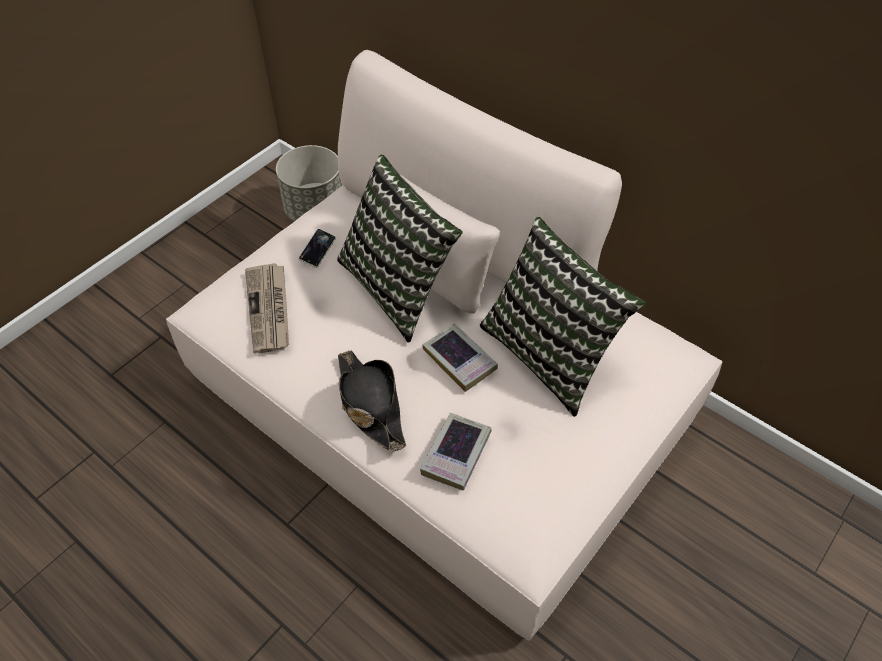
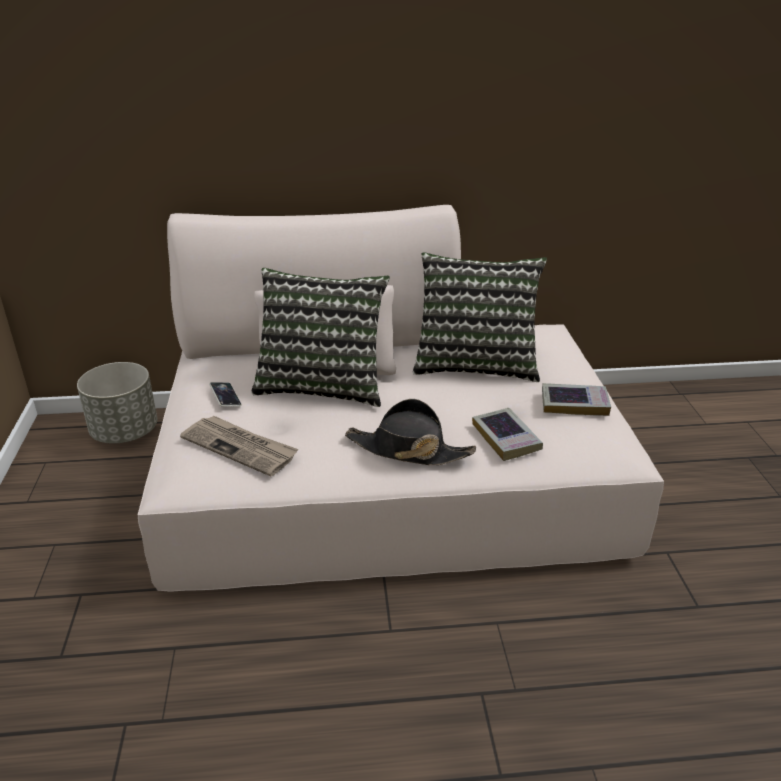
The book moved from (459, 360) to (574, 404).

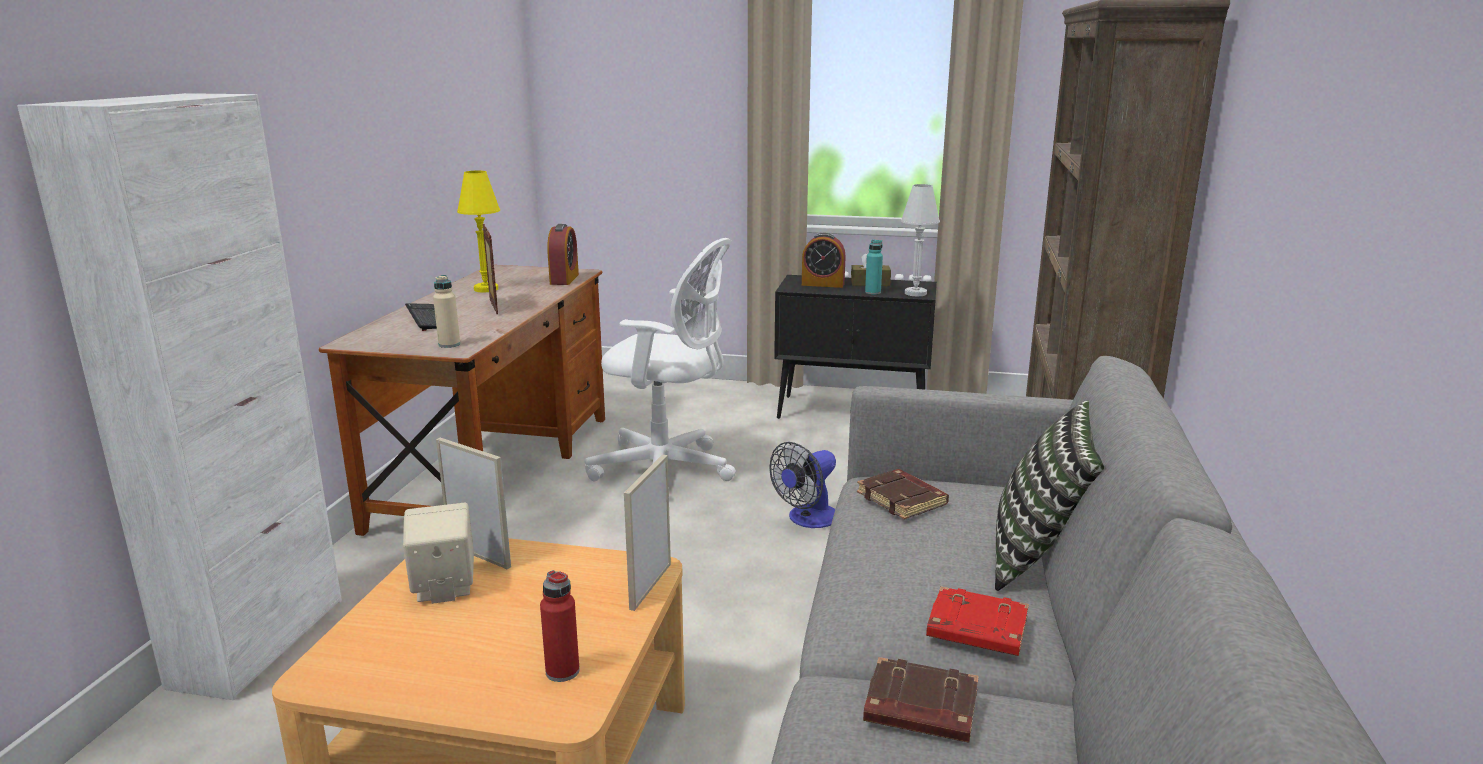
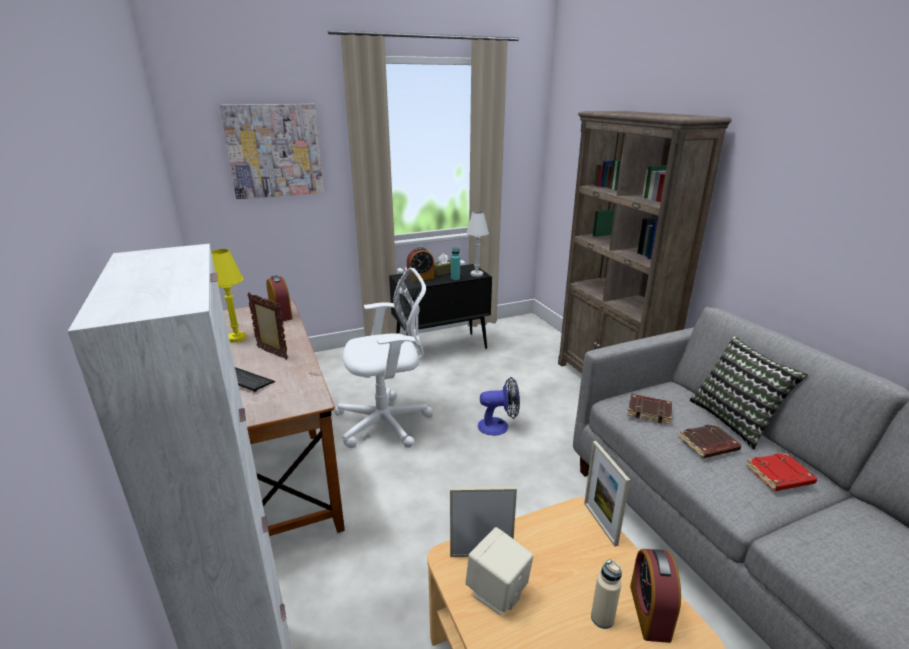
The picture at (274, 151) appeared.
The bottle in sand-coloured moved from (449, 344) to (602, 618).
The book in brown-coloured moved from (919, 709) to (708, 445).
The bottle in reddish at (562, 671) was replaced by the bedside clock at (649, 612).
The cooling fan at (807, 519) turned 105 degrees counterclockwise.

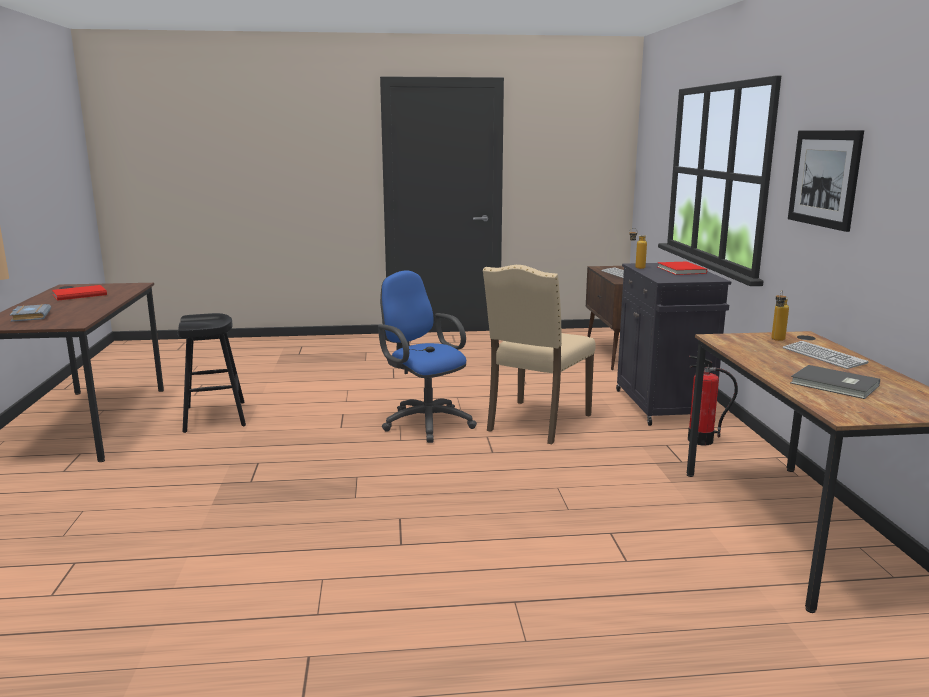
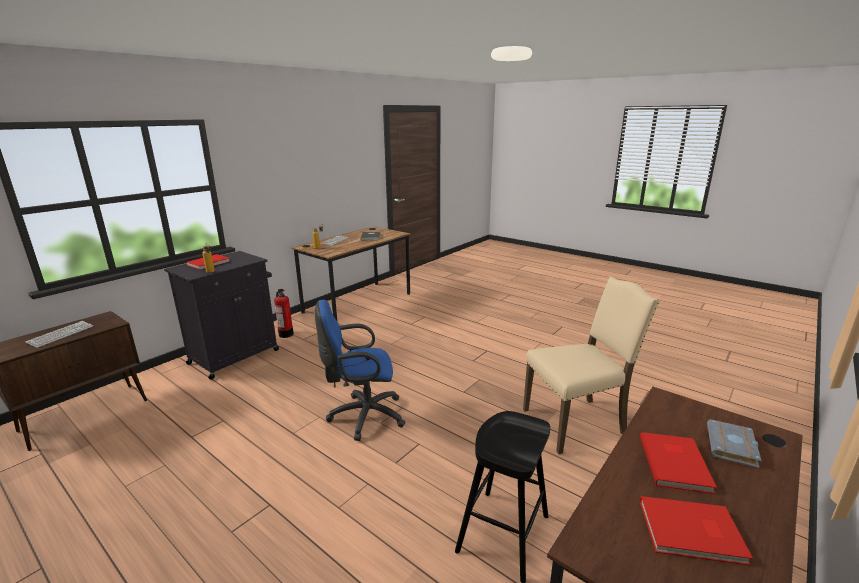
The picture at (824, 178) disappeared.
The book in reddish at (676, 463) appeared.
The chair in sand-coloured moved from (536, 423) to (576, 422).
The office chair in blue at (424, 422) turned 75 degrees clockwise.

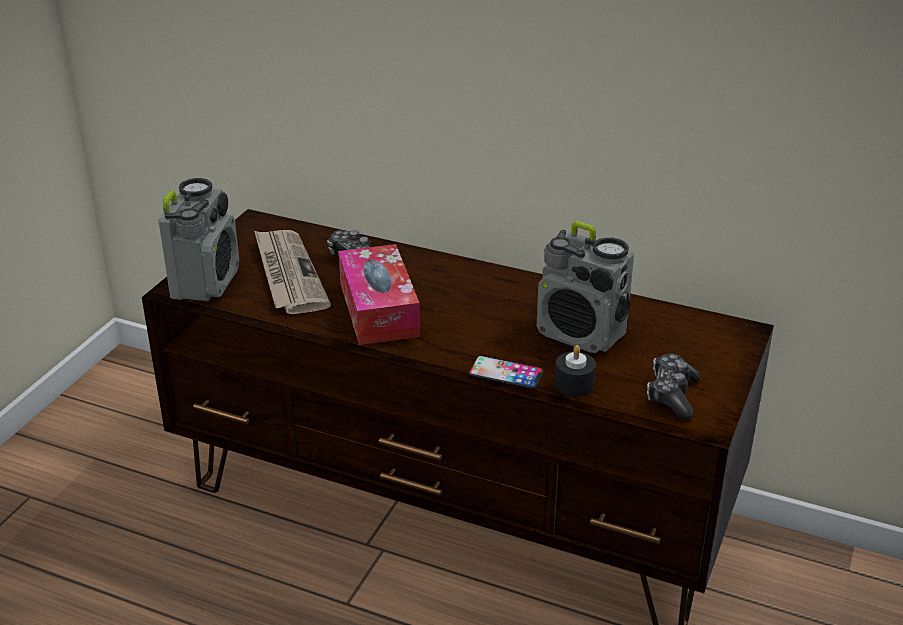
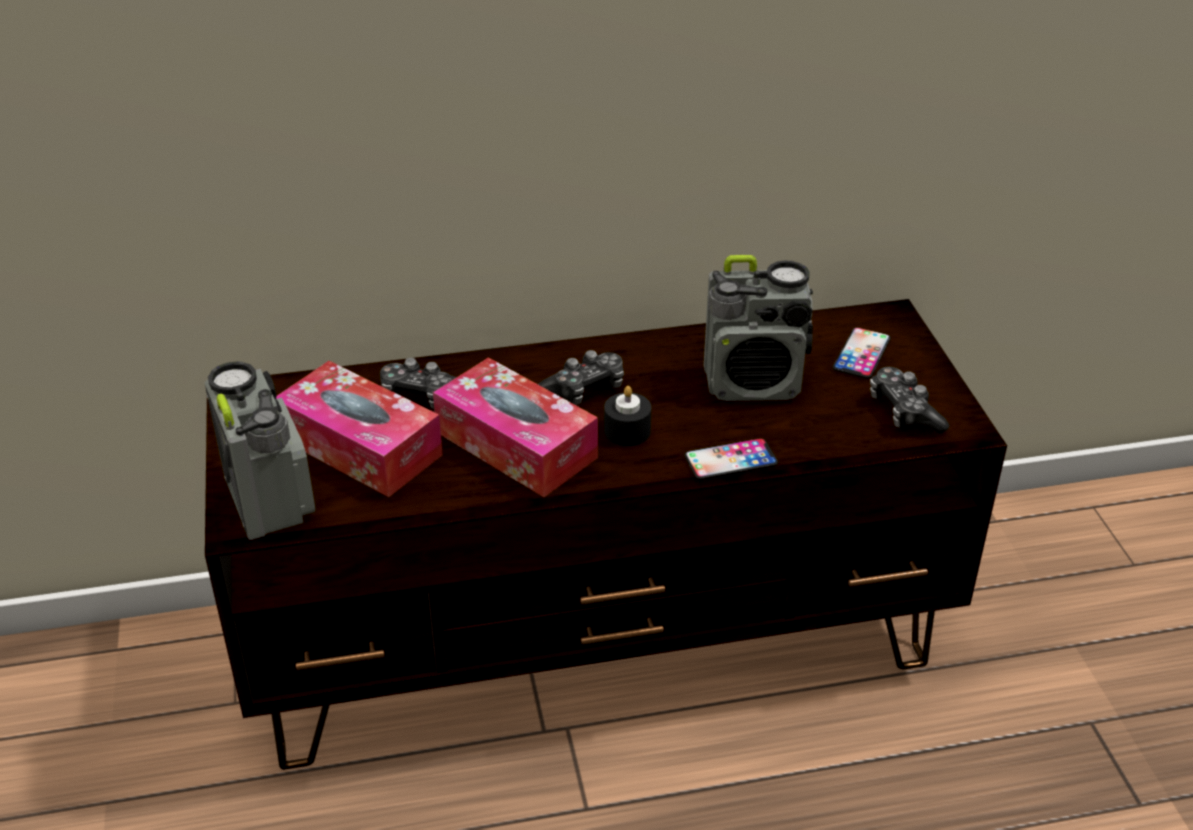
The game controller at (585, 389) appeared.
The handset at (861, 353) appeared.
The candle in blackish moved from (574, 384) to (627, 431).
The daily paper at (288, 274) was replaced by the tissue holder at (360, 446).

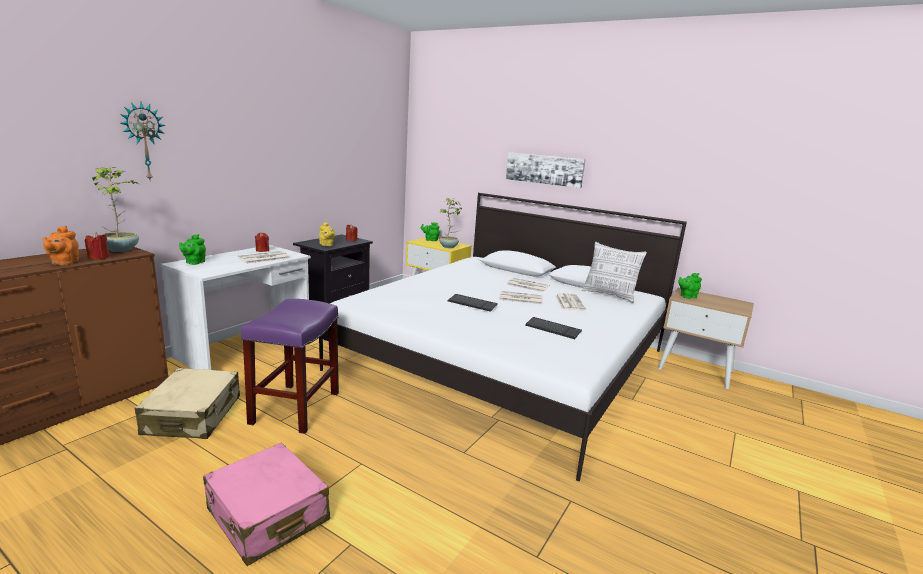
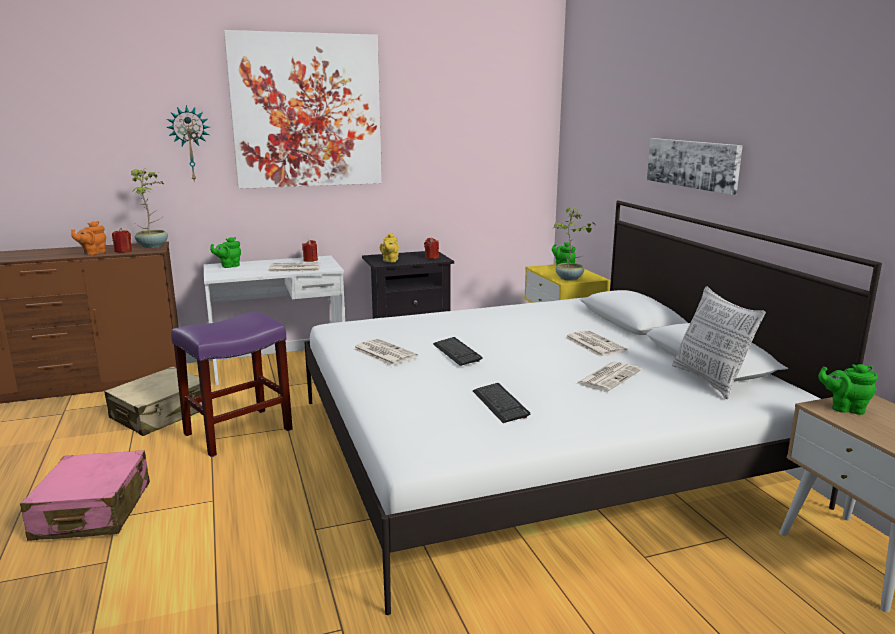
The picture at (307, 111) appeared.
The daily paper moved from (520, 298) to (383, 353).

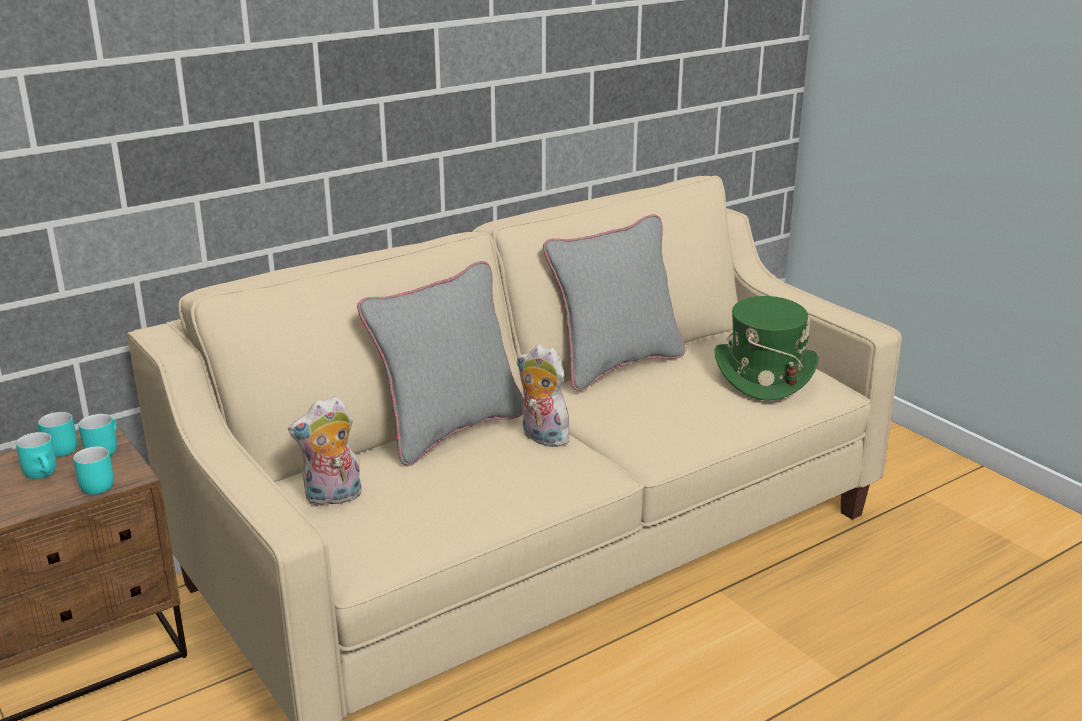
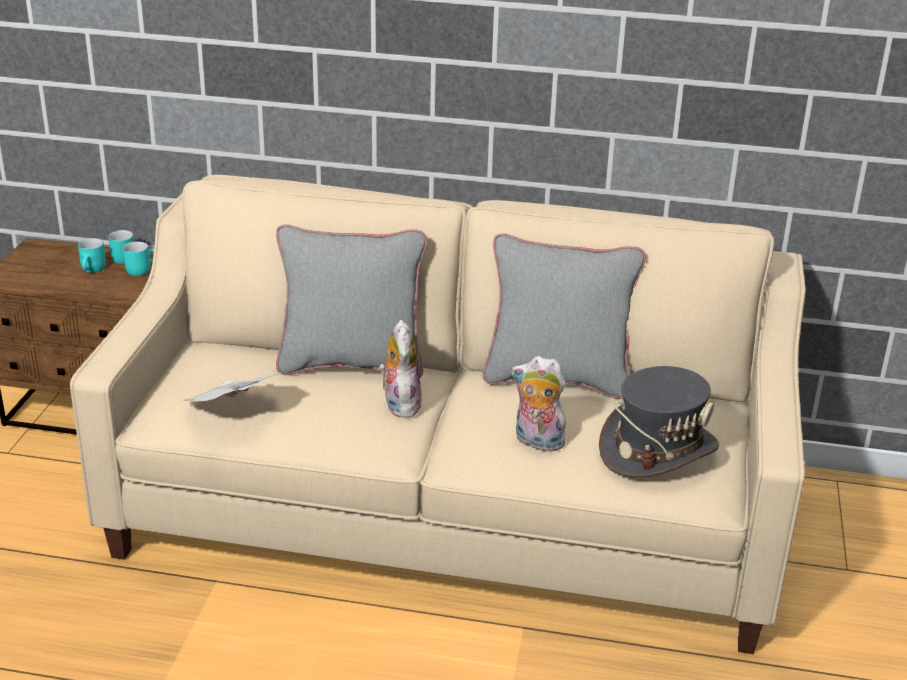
The tea mug in turquoise-coloured at (96, 484) disappeared.
The daily paper at (232, 410) appeared.
The plush toy moved from (332, 498) to (536, 442).
The clothing hat in green at (763, 374) became the clothing hat in greyish at (657, 450).

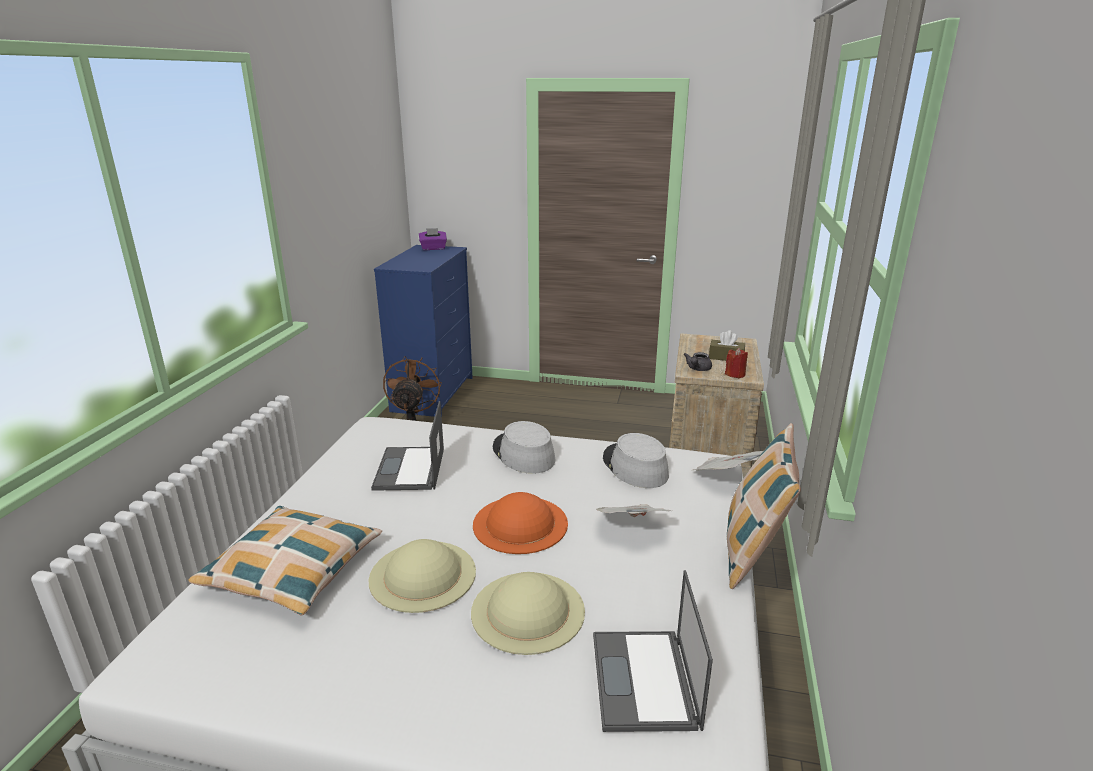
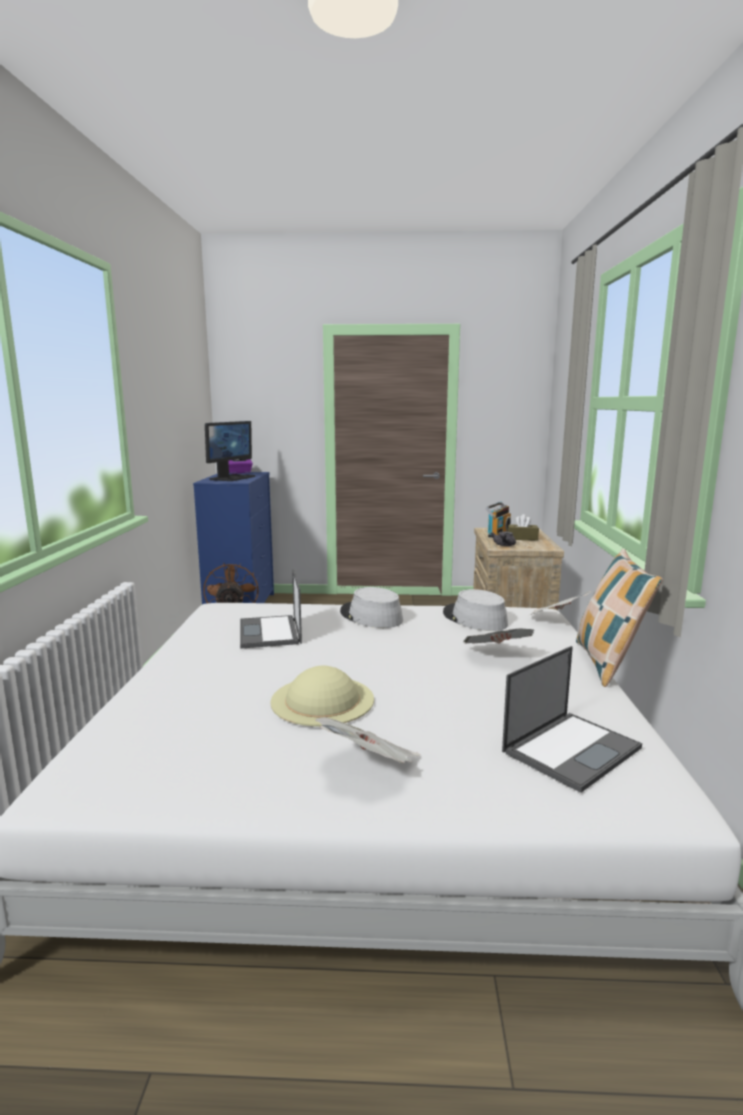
The throw pillow at (292, 570) disappeared.
The clothing hat in sand-coloured at (527, 611) disappeared.
The clothing hat in orangey at (520, 524) disappeared.
The candle in reddish at (735, 374) disappeared.
The computer screen at (232, 478) appeared.
The daily paper at (370, 765) appeared.
The radio at (497, 534) appeared.
The laptop at (645, 681) turned 120 degrees counterclockwise.

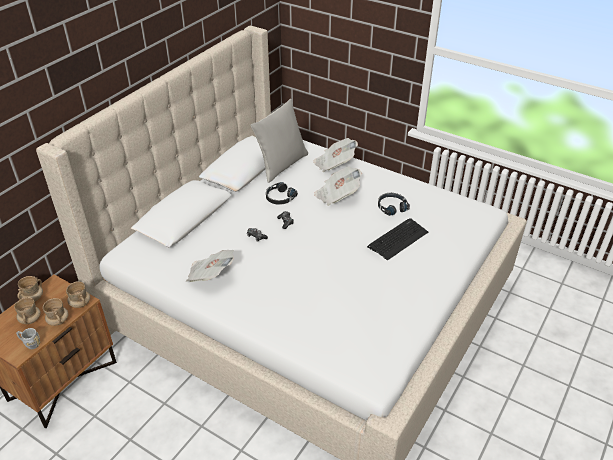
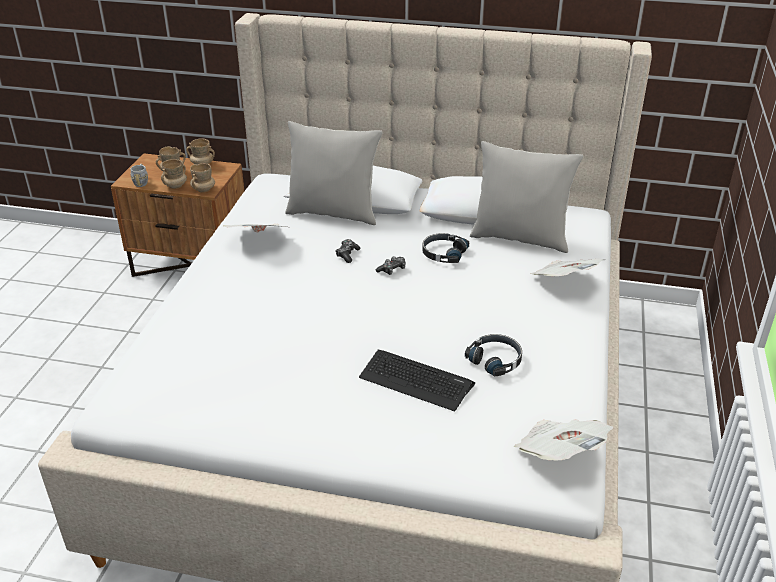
The throw pillow in greyish at (333, 213) appeared.
The daily paper moved from (337, 195) to (559, 454).

